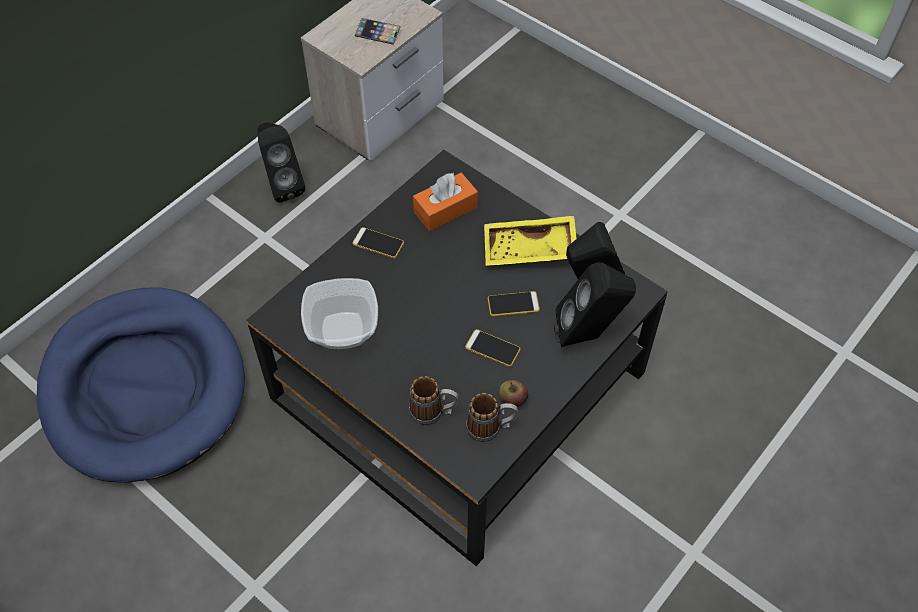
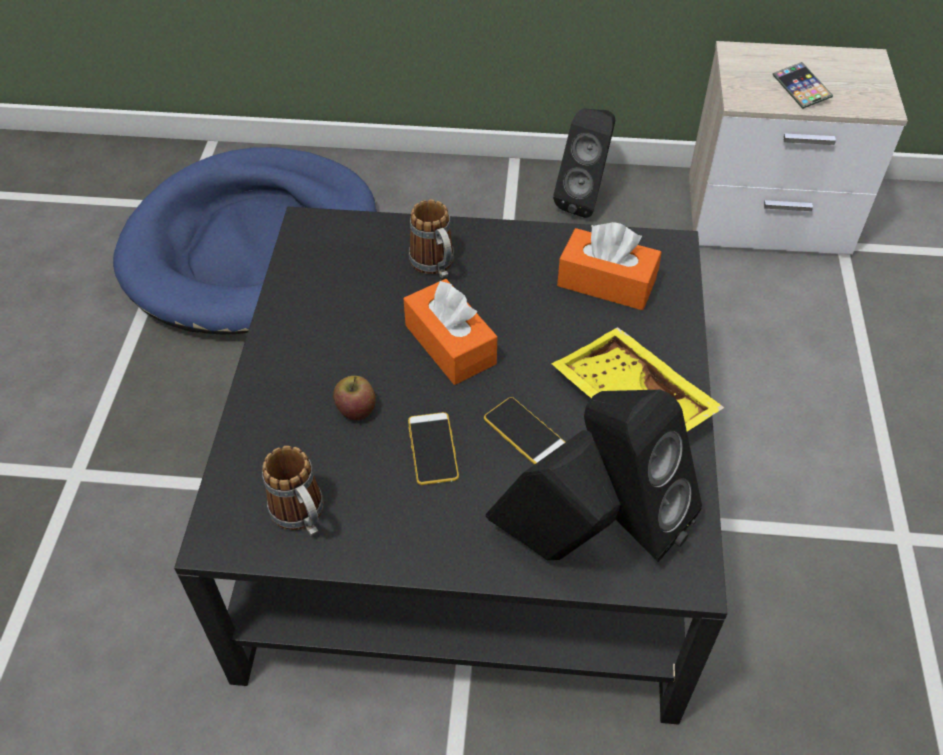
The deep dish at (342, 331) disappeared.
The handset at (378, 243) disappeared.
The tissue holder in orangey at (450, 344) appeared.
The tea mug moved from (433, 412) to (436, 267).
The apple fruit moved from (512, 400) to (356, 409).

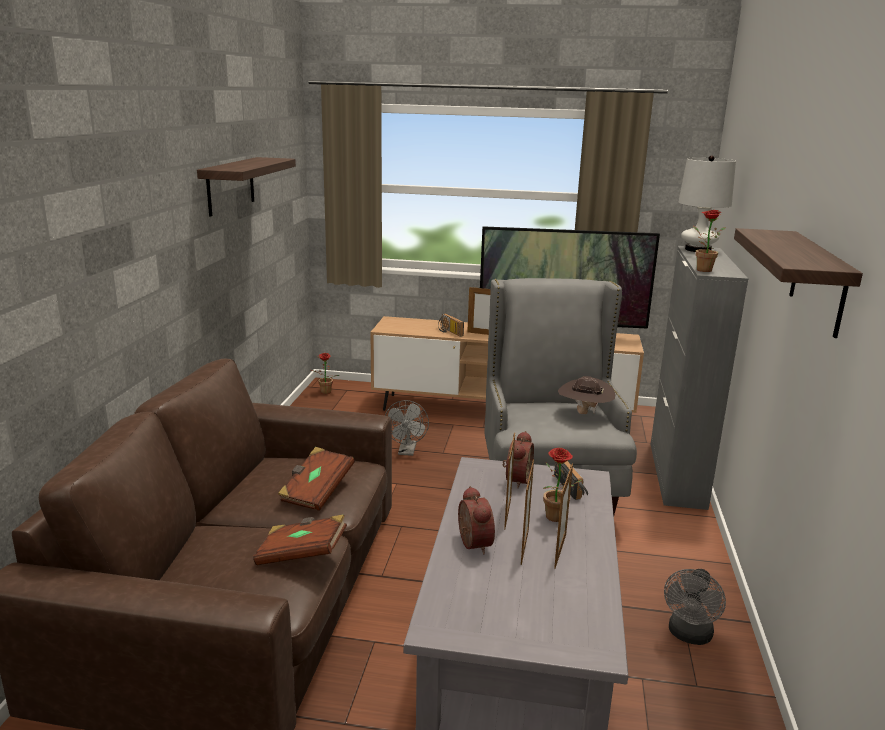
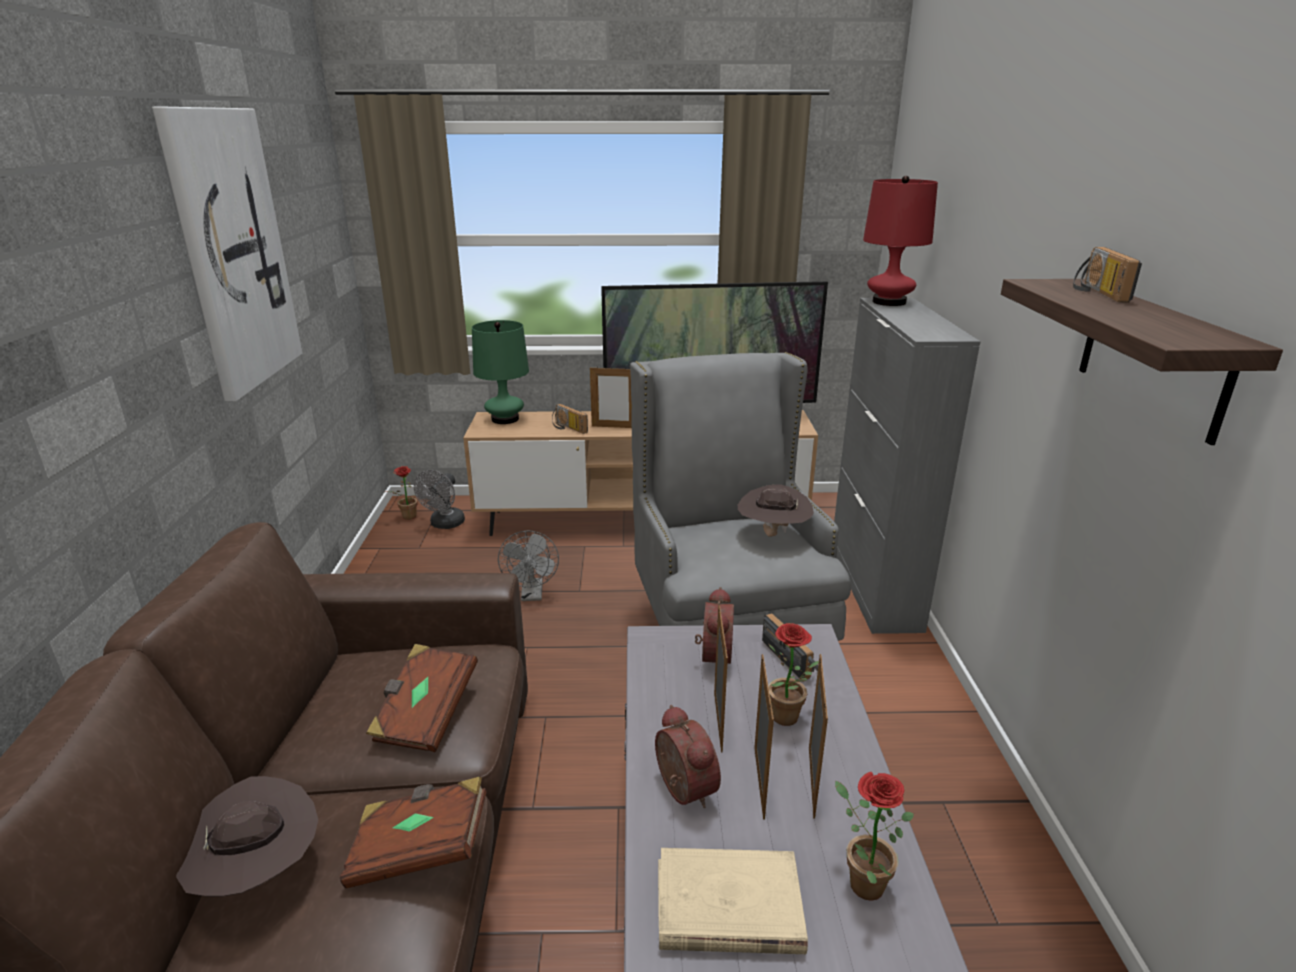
The clothing hat in brown-coloured at (260, 873) appeared.
The table lamp in green at (505, 419) appeared.
The book in sand-coloured at (727, 906) appeared.
The radio at (1096, 292) appeared.
The cooling fan in greyish moved from (689, 635) to (444, 525).
The potted plant moved from (701, 269) to (859, 881).
The bracket shelf at (230, 185) was replaced by the picture at (232, 251).
The table lamp in whitish at (698, 249) became the table lamp in reddish at (889, 302).

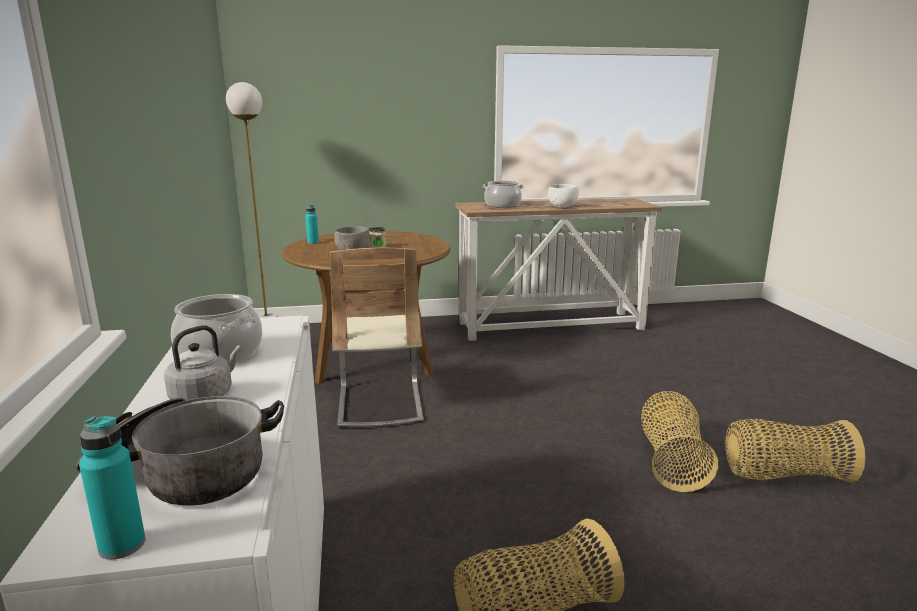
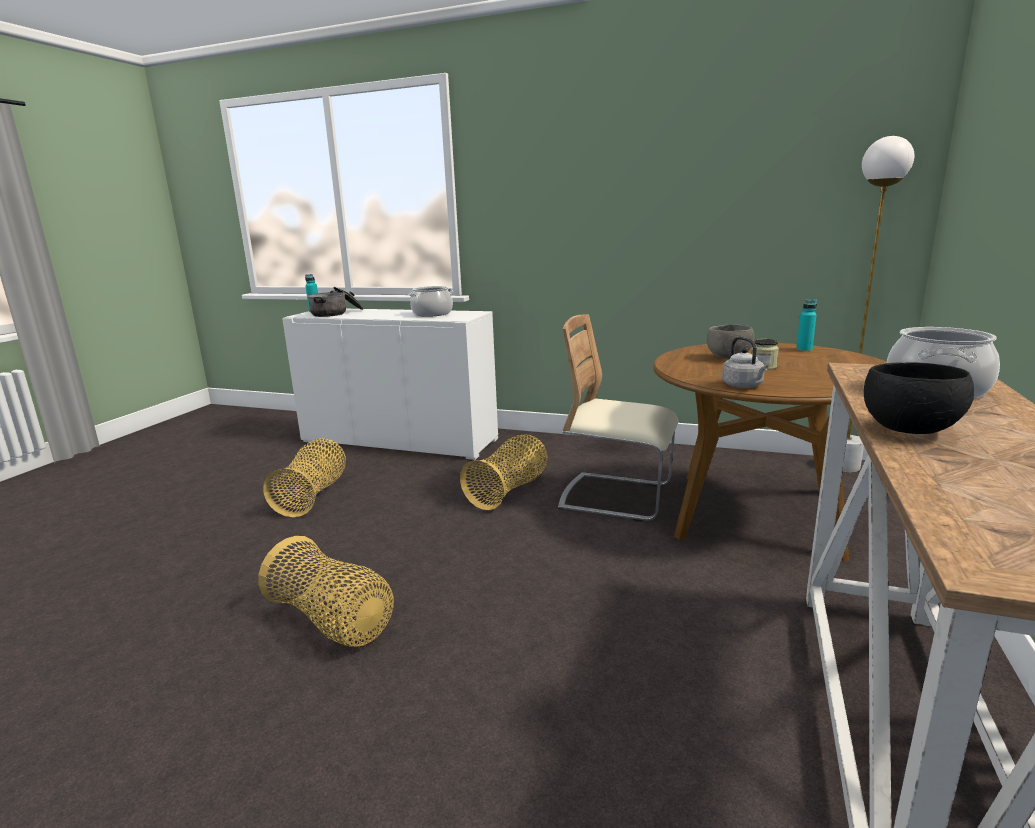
The water kettle in greyish moved from (204, 396) to (743, 386).
The household basket moved from (783, 475) to (509, 491).
The deep dish in whitish at (562, 207) became the deep dish in blackish at (910, 430).

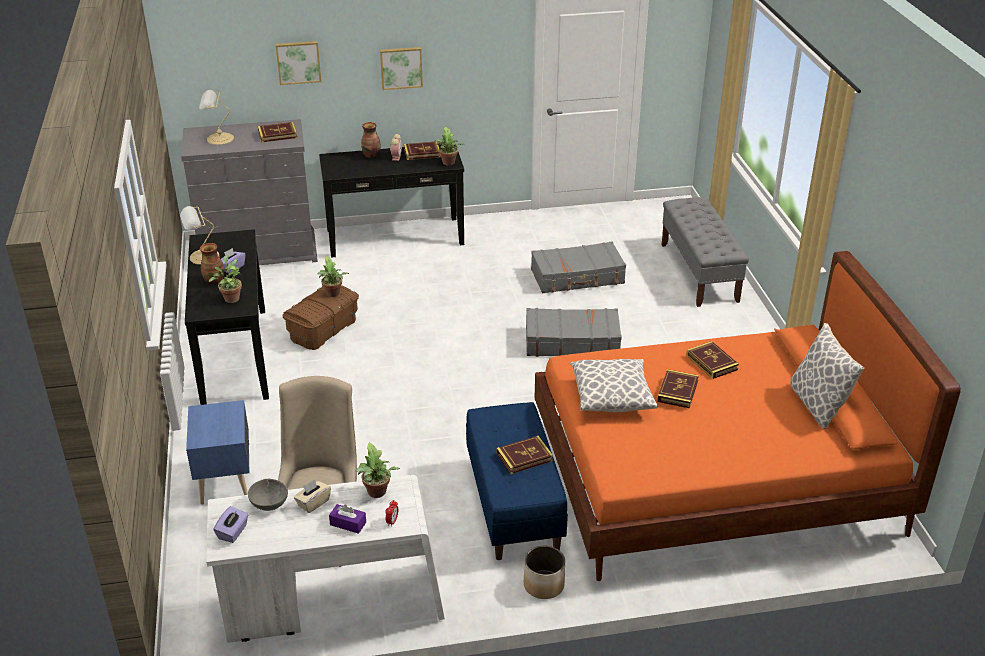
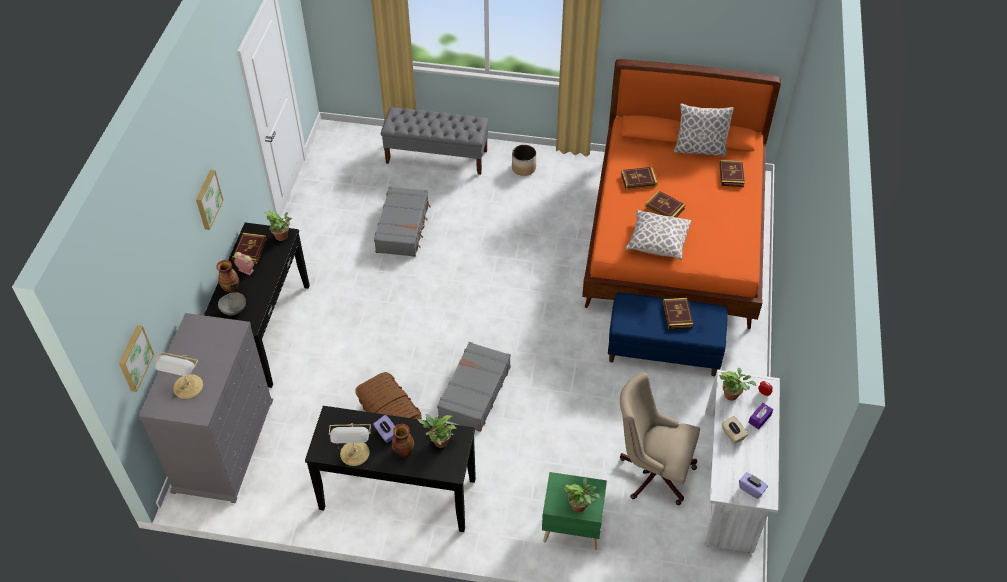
The deep dish in greyish moved from (269, 504) to (233, 310).
The book moved from (277, 134) to (731, 175).
The picture moved from (298, 62) to (134, 358).
The potted plant moved from (333, 294) to (580, 506).
The flower pot moved from (543, 584) to (523, 168).
The piece of luggage in greyish moved from (571, 341) to (474, 392).
The nightstand in blue at (226, 479) became the nightstand in green at (571, 527).

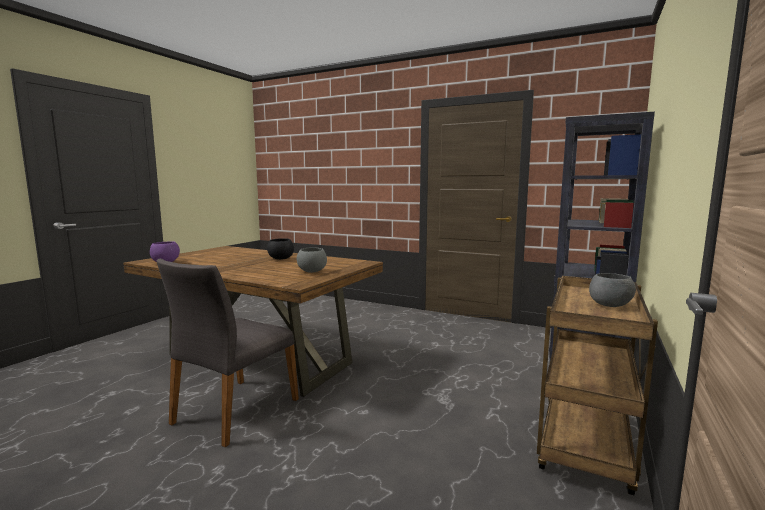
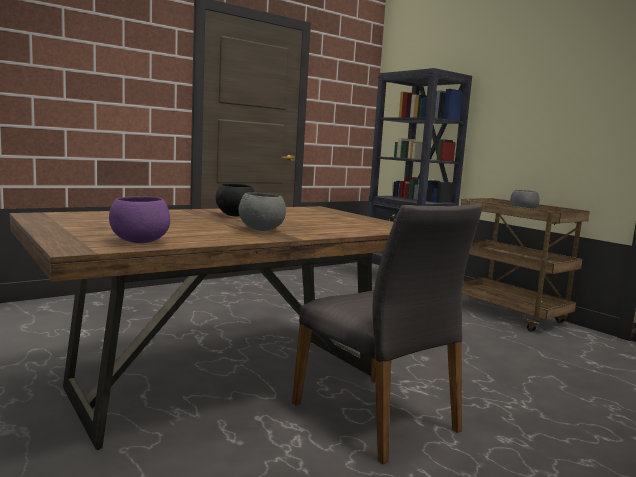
The deep dish in greyish moved from (312, 272) to (261, 230).

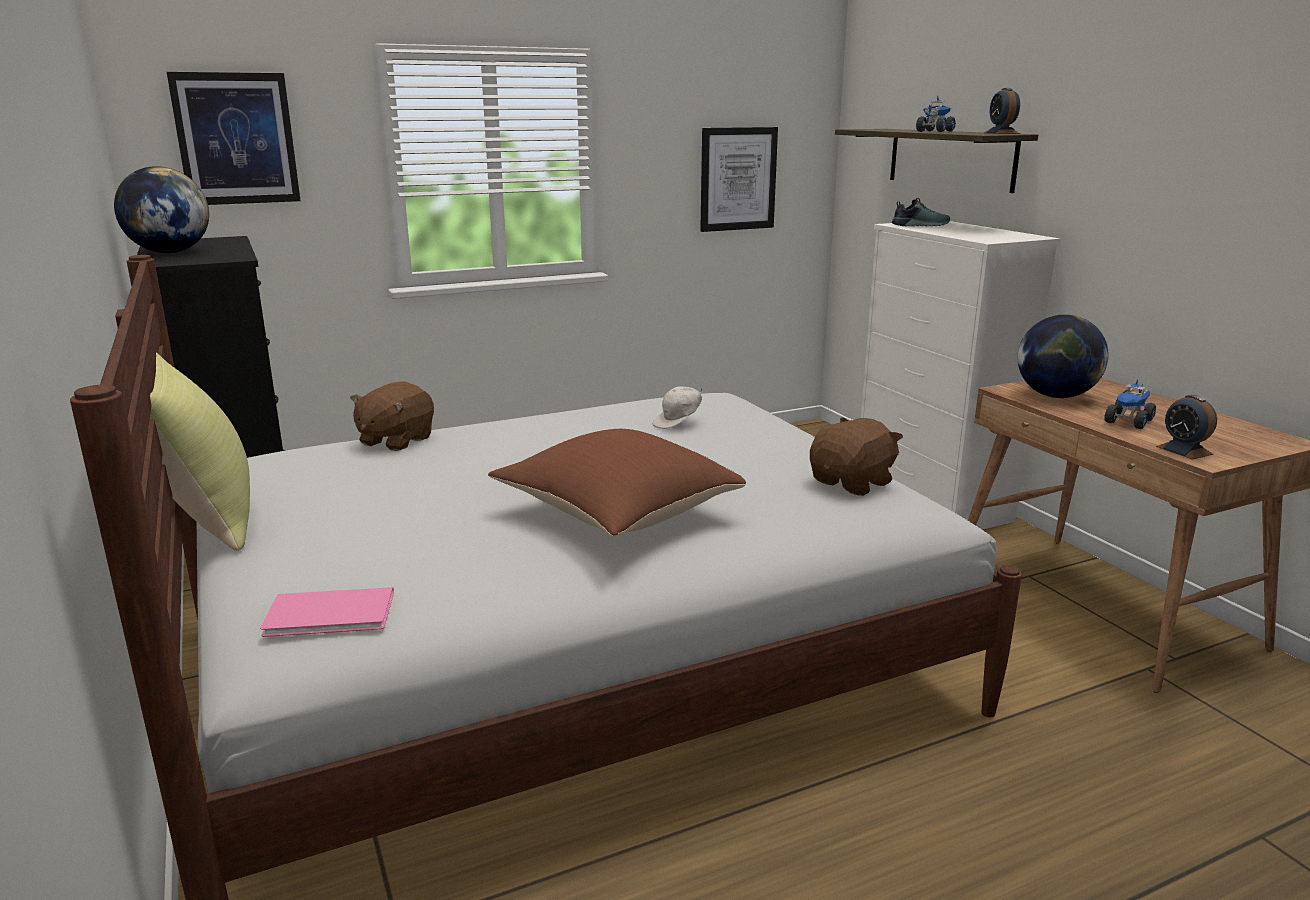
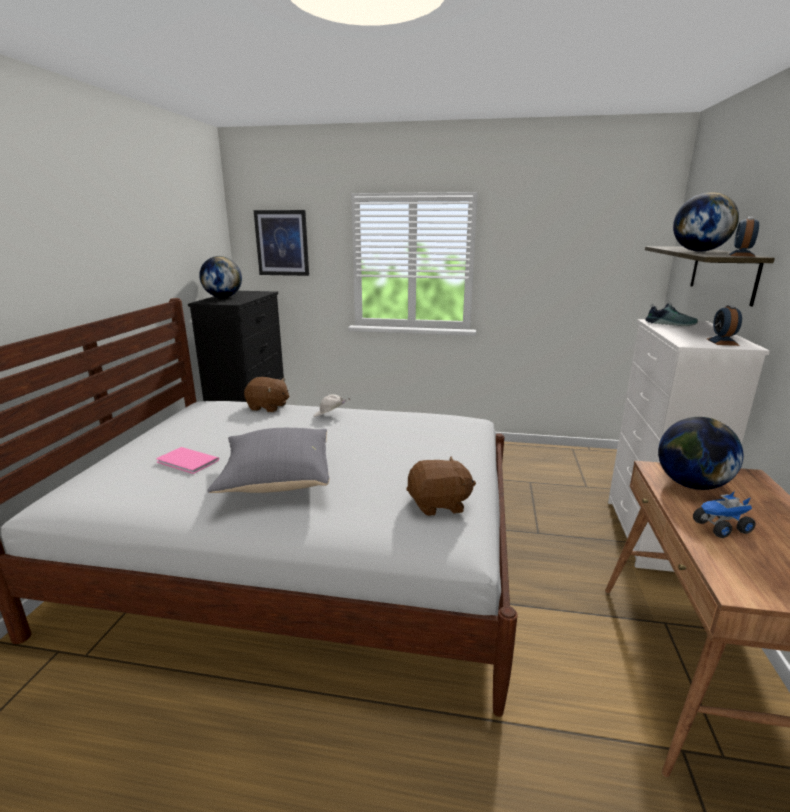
The throw pillow in yellow-coloured at (207, 518) disappeared.
The picture at (738, 179) disappeared.
The book in pinkish moved from (333, 615) to (187, 462).
The baseball cap in whitish moved from (679, 423) to (329, 415).
The bedside clock moved from (1184, 450) to (722, 342).
The toy lorry at (935, 131) was replaced by the world globe at (698, 251).
The throw pillow in brown-coloured at (614, 515) became the throw pillow in greyish at (276, 479).
The plush toy in brown-coloured at (395, 440) turned 135 degrees counterclockwise.

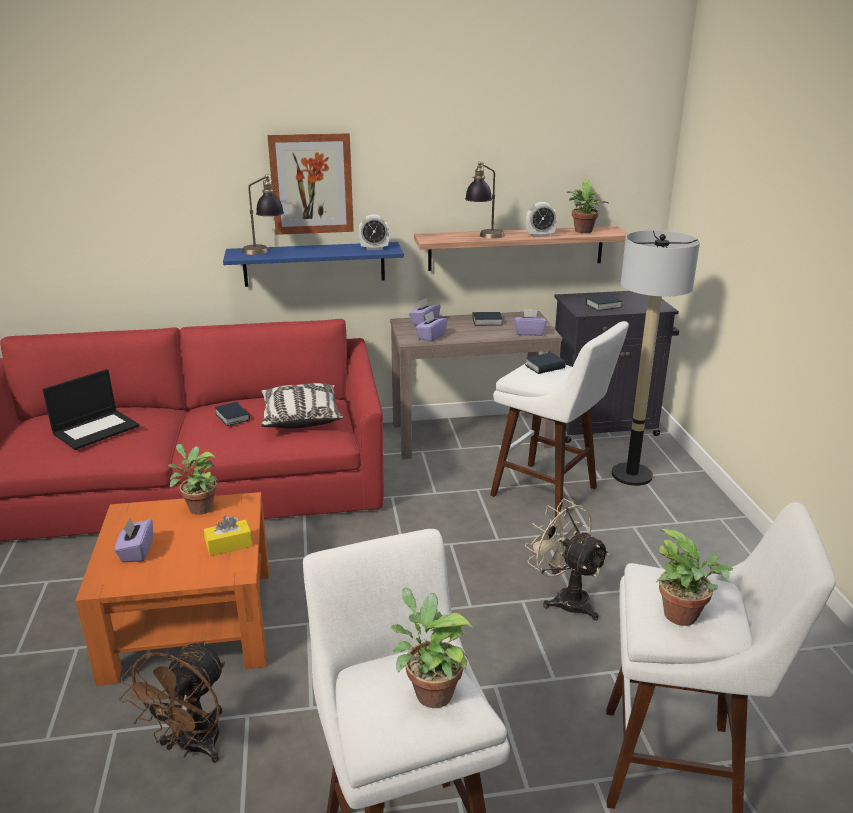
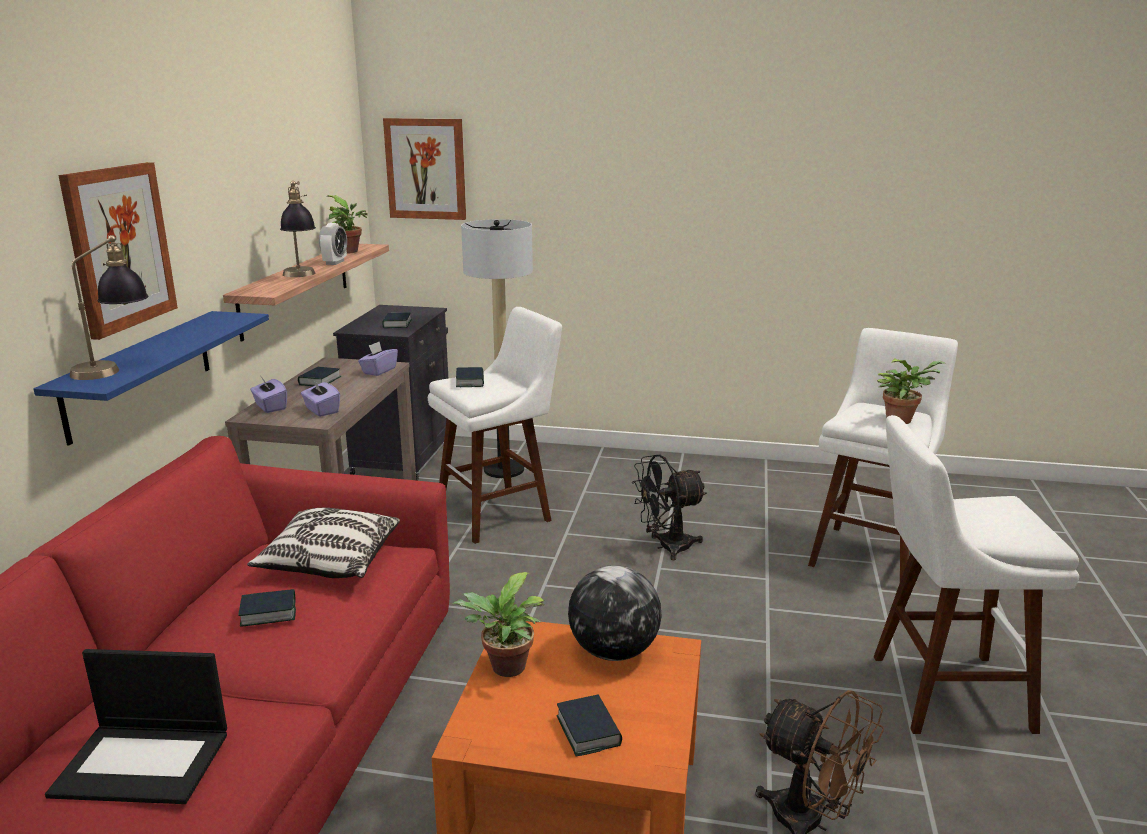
The bedside clock at (374, 248) disappeared.
The potted plant at (429, 692) disappeared.
The picture at (426, 169) appeared.
The tissue holder in purple-coloured at (136, 551) was replaced by the book at (588, 730).
The tissue holder in yellow-coloured at (229, 545) was replaced by the world globe at (613, 651).
The cooling fan in sand-coloured at (565, 598) became the cooling fan in blackish at (666, 547).
The laptop at (96, 429) turned 120 degrees clockwise.

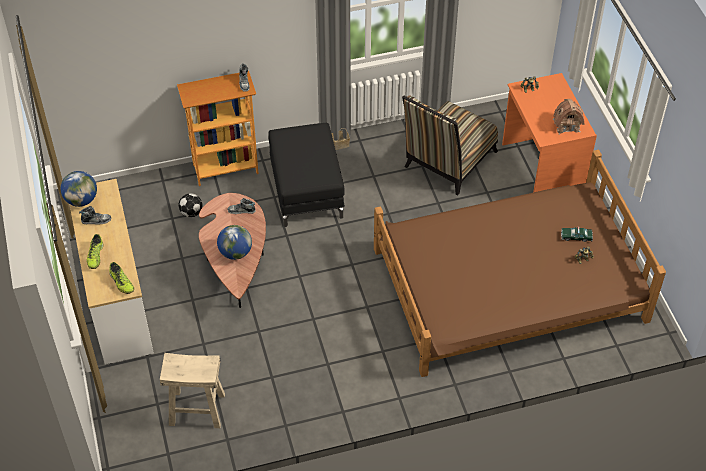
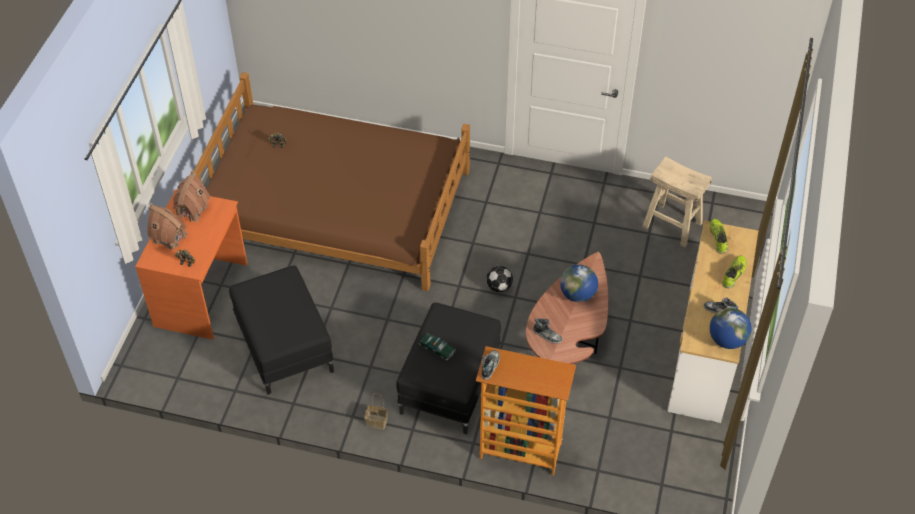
The toy house at (170, 237) appeared.
The ball for football moved from (192, 212) to (498, 287).
The toy car moved from (576, 237) to (437, 349).
The chair at (447, 163) was replaced by the pouffe in blackish at (285, 345).

